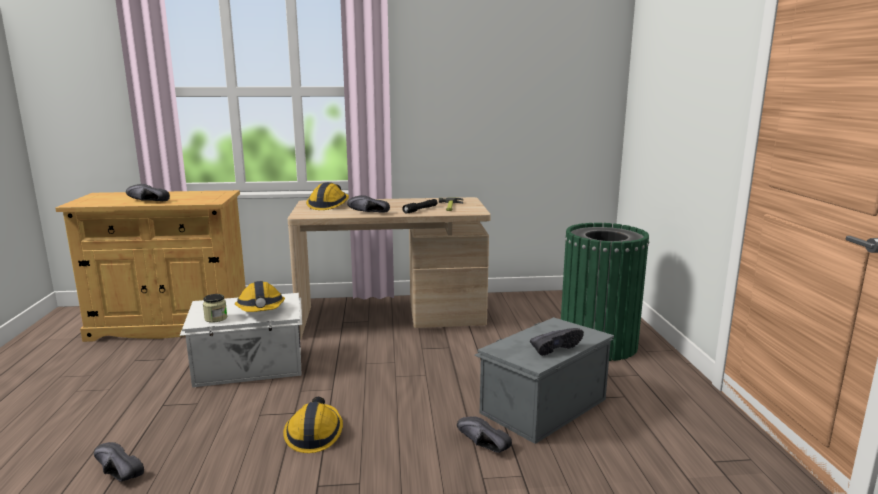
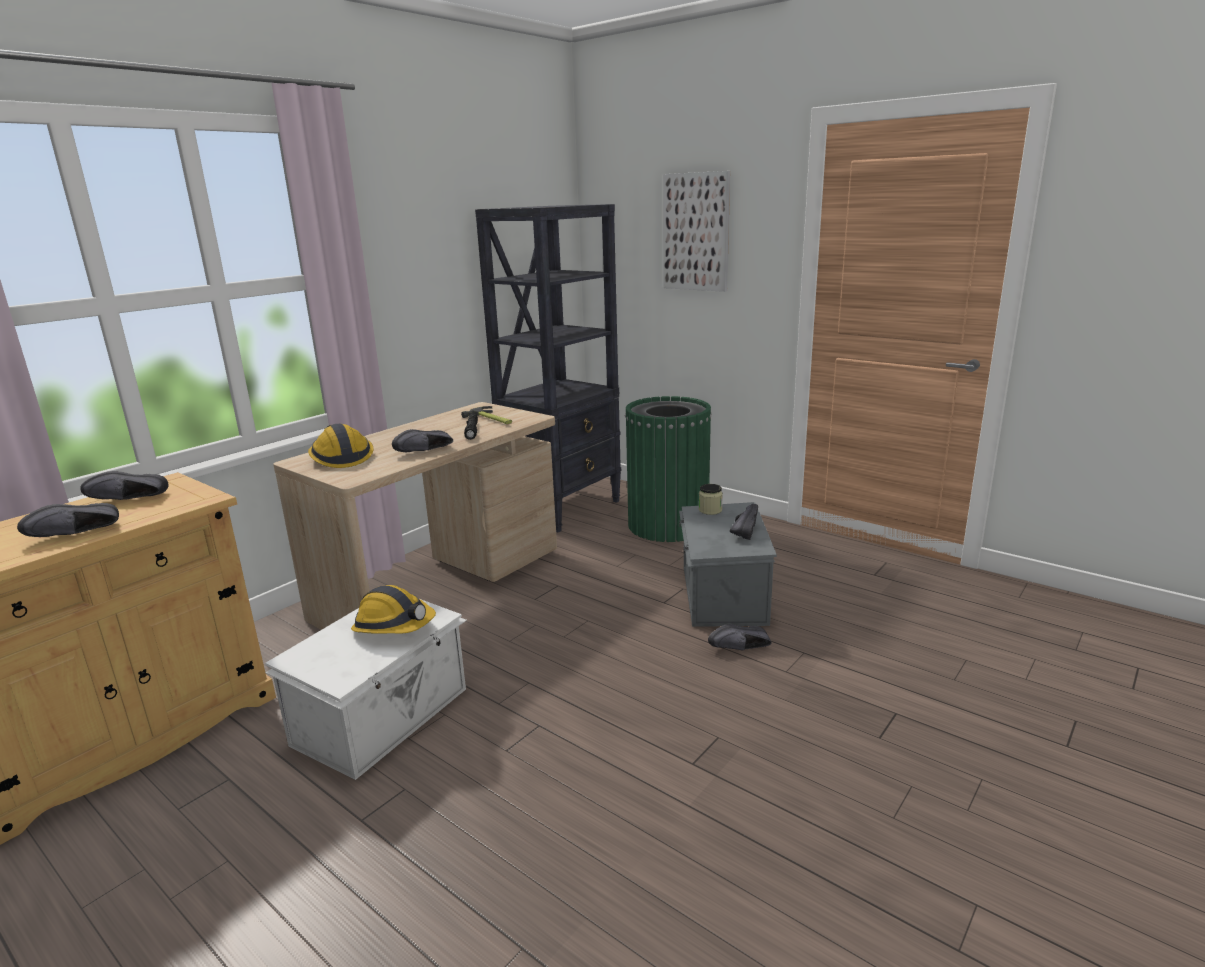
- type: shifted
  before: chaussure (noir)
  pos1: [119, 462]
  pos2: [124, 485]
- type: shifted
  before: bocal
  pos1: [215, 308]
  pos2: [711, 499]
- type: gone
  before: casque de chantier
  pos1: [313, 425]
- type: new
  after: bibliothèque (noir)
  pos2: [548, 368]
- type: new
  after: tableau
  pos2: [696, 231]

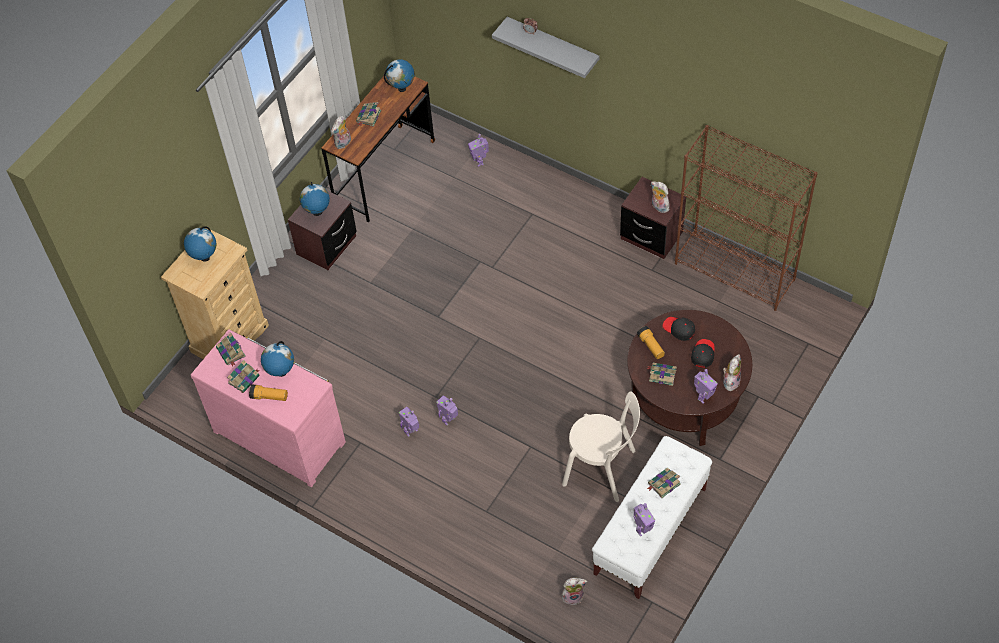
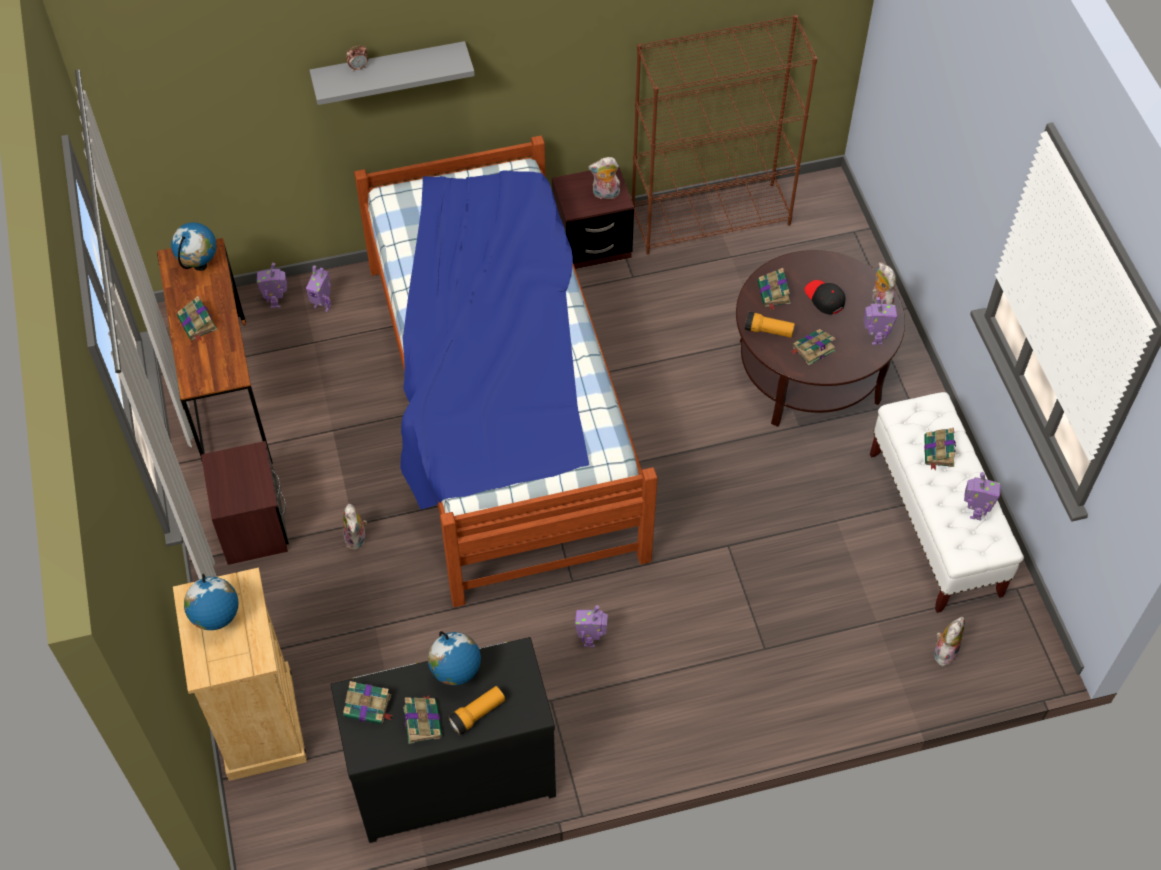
- type: repainted
  before: commode (rose)
  after: commode (noir)
  pos1: [268, 408]
  pos2: [443, 740]
- type: gone
  before: globe
  pos1: [315, 199]
- type: shifted
  before: peluche
  pos1: [341, 132]
  pos2: [355, 527]
- type: shifted
  before: robot jouet
  pos1: [447, 411]
  pos2: [272, 285]
- type: gone
  before: chaise (beige)
  pos1: [601, 447]
- type: swapped
  before: casquette (noir)
  after: livre
  pos1: [679, 329]
  pos2: [774, 289]
- type: new
  after: lit
  pos2: [506, 371]

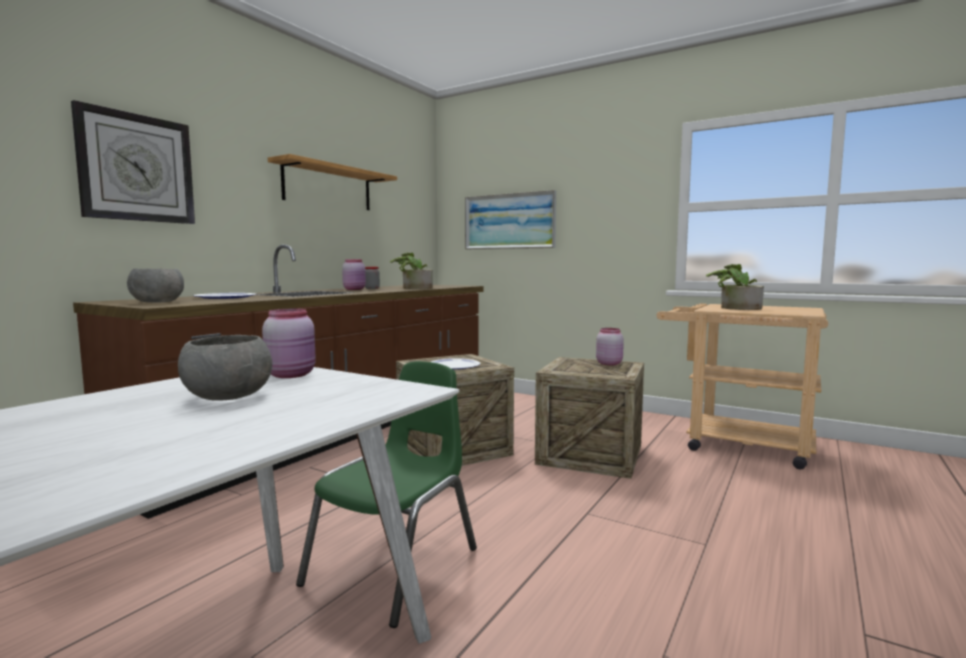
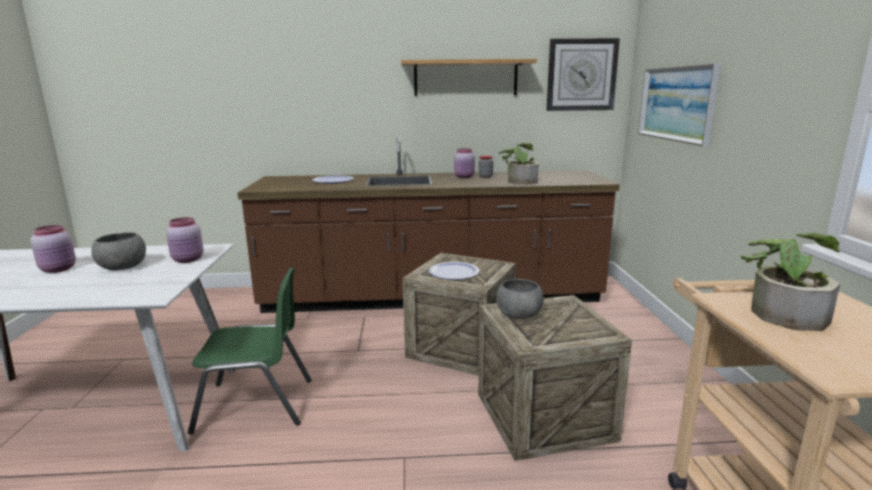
- type: shifted
  before: horloge murale
  pos1: [133, 162]
  pos2: [583, 74]
- type: shifted
  before: bol (gris)
  pos1: [155, 285]
  pos2: [520, 299]
- type: shifted
  before: bocal (rose)
  pos1: [610, 346]
  pos2: [53, 249]

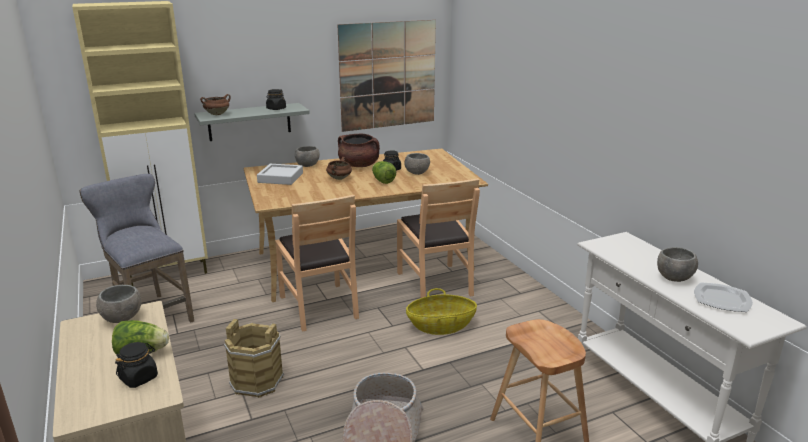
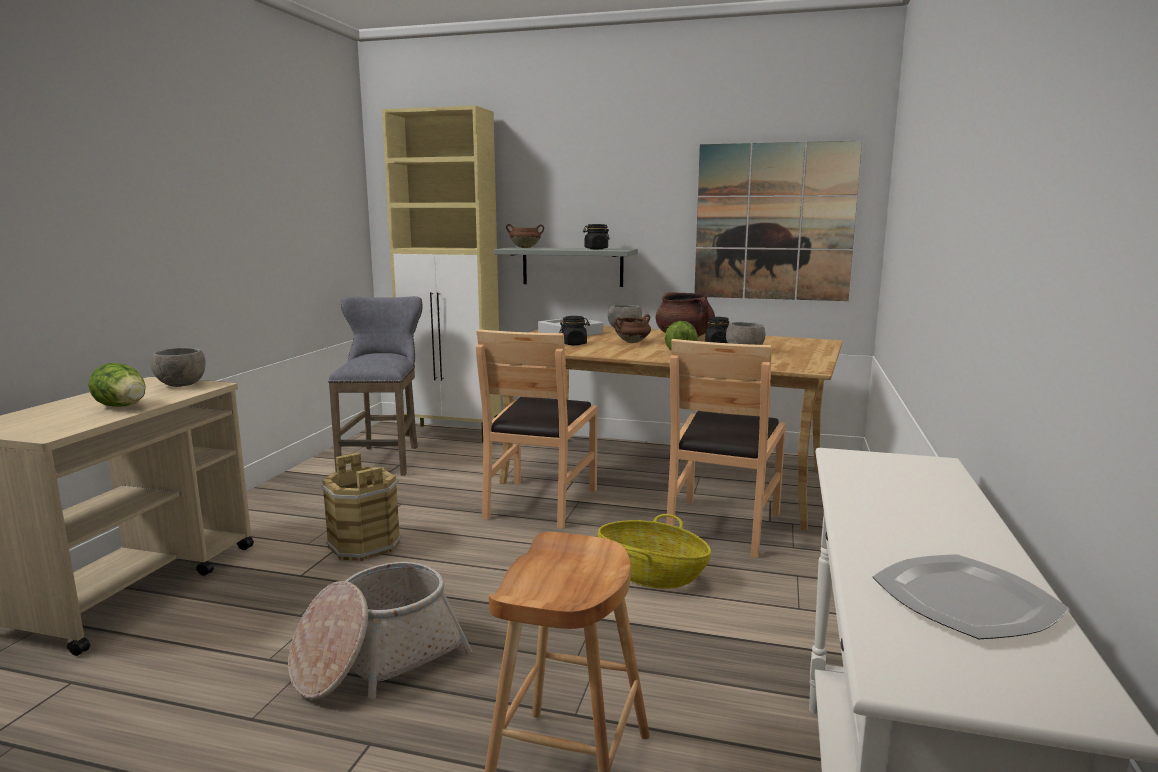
- type: shifted
  before: bocal (noir)
  pos1: [136, 365]
  pos2: [574, 330]
- type: gone
  before: bol (gris)
  pos1: [677, 264]

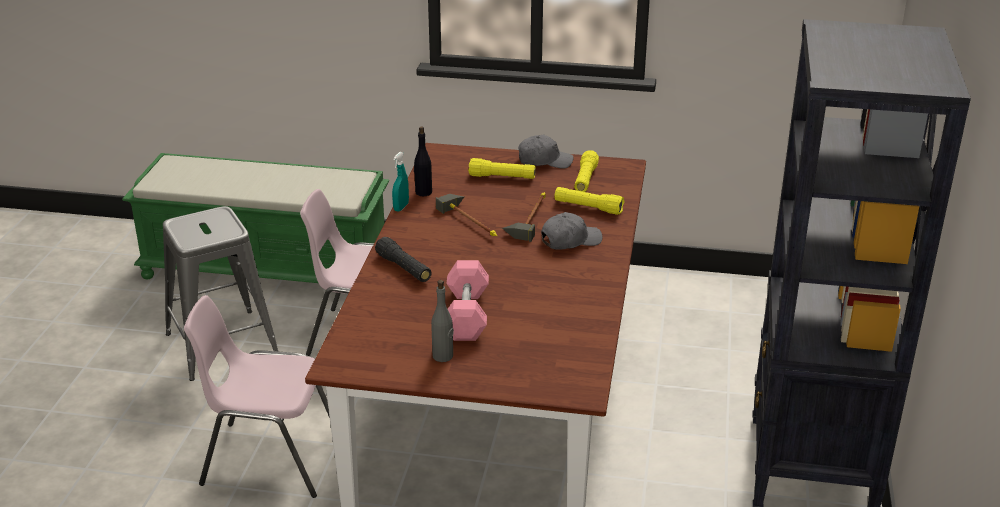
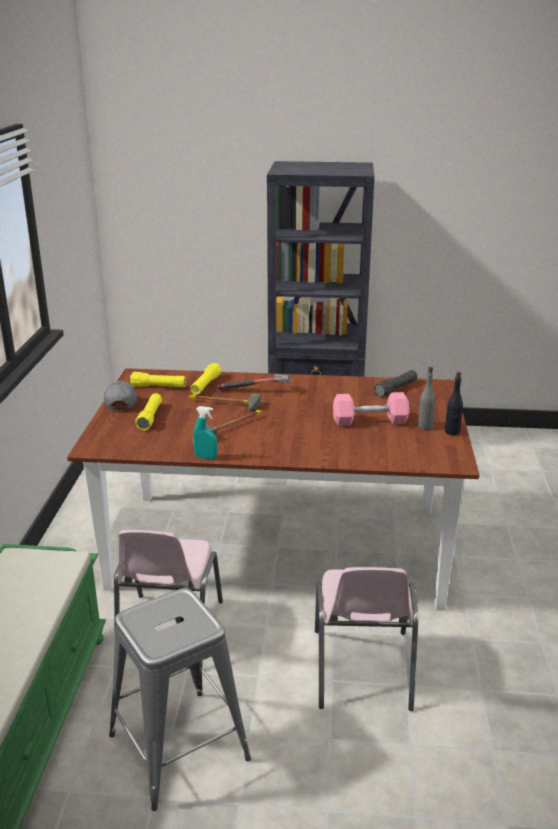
- type: shifted
  before: lampe de poche (noir)
  pos1: [403, 259]
  pos2: [396, 383]
- type: shifted
  before: bouteille (noir)
  pos1: [423, 161]
  pos2: [454, 403]
- type: swapped
  before: casquette (gris)
  after: marteau
  pos1: [572, 231]
  pos2: [254, 382]

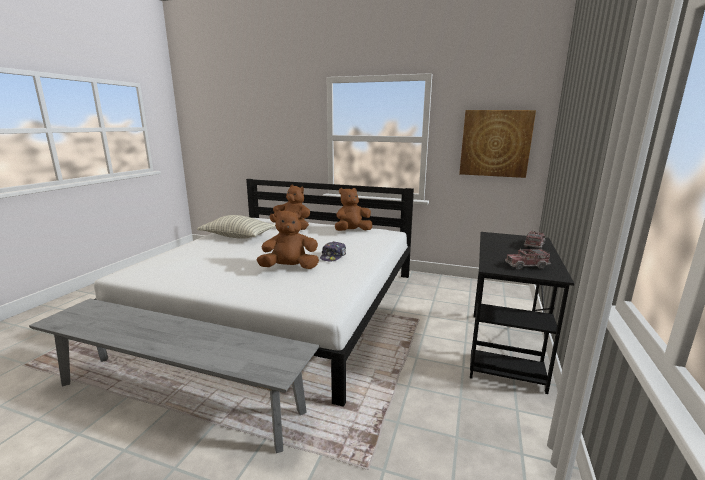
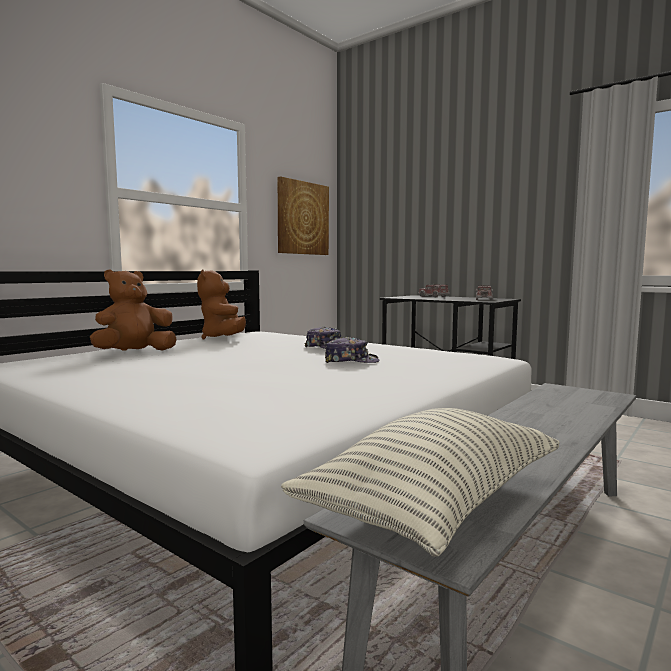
- type: shifted
  before: coussin
  pos1: [236, 227]
  pos2: [420, 482]
- type: swapped
  before: peluche (marron)
  after: casquette
  pos1: [288, 239]
  pos2: [352, 350]

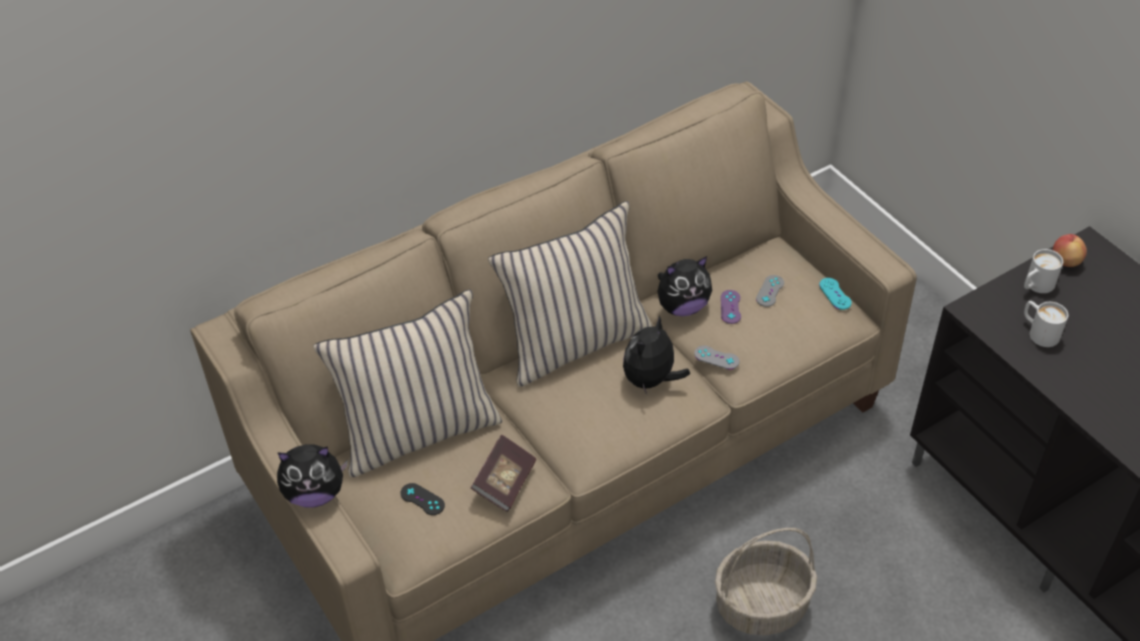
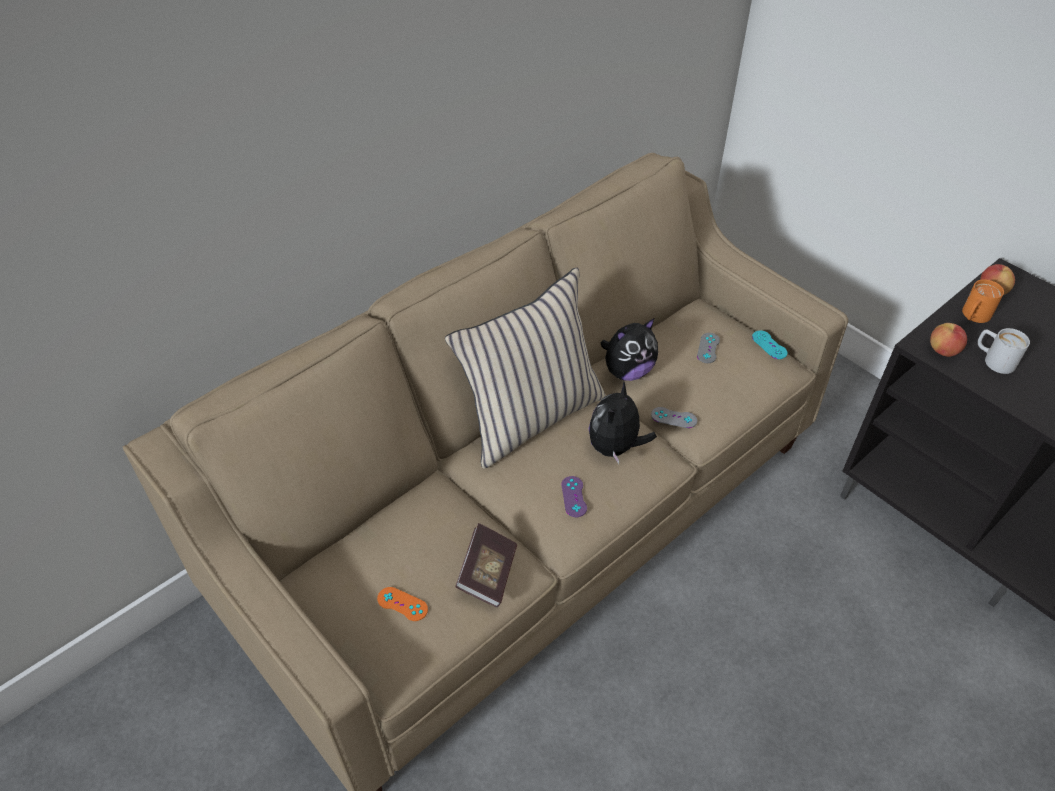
- type: gone
  before: peluche
  pos1: [312, 476]
- type: gone
  before: coussin (beige)
  pos1: [407, 383]
- type: repainted
  before: manette (noir)
  after: manette (orange)
  pos1: [422, 499]
  pos2: [402, 604]
- type: gone
  before: panier
  pos1: [766, 581]
- type: shifted
  before: manette (violet)
  pos1: [731, 307]
  pos2: [574, 496]
- type: repainted
  before: mug (blanc)
  after: mug (orange)
  pos1: [1043, 271]
  pos2: [983, 301]
- type: new
  after: pomme
  pos2: [948, 340]

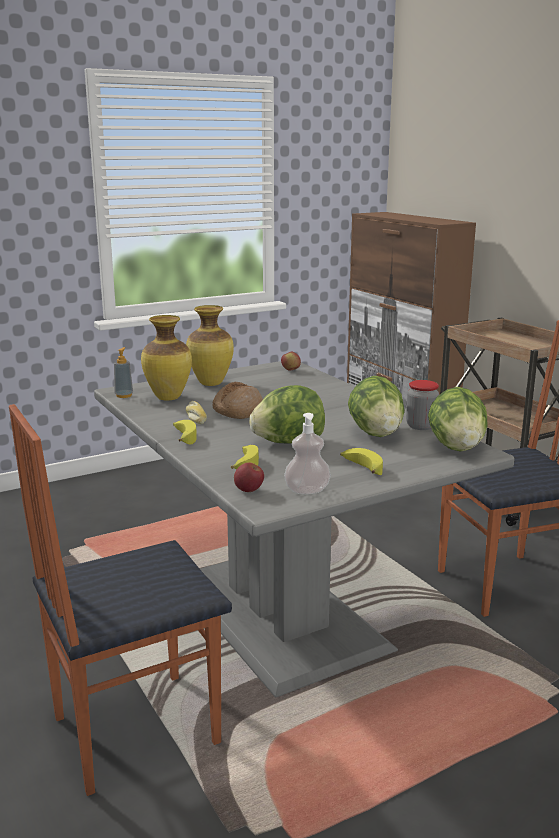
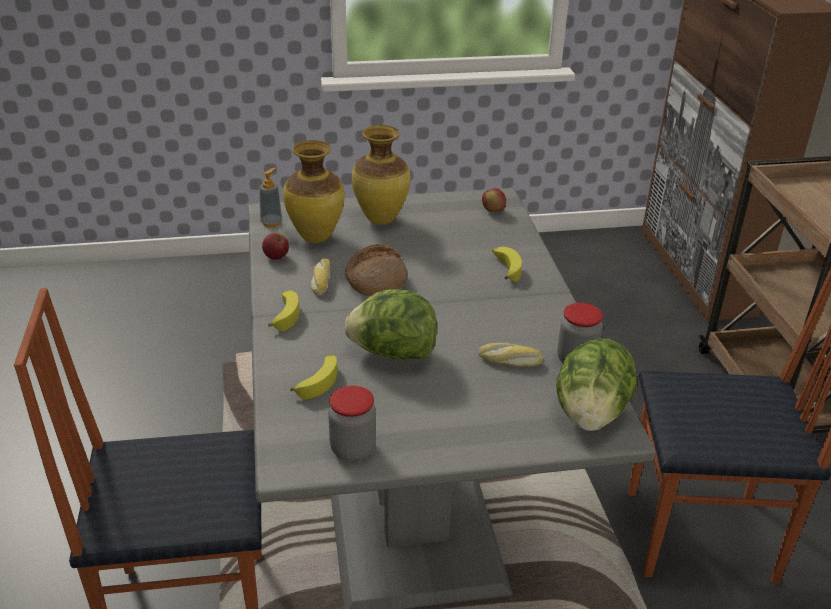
- type: shifted
  before: pomme
  pos1: [249, 477]
  pos2: [275, 246]
- type: swapped
  before: distributeur de savon
  after: bocal
  pos1: [307, 454]
  pos2: [352, 423]
- type: shifted
  before: banane
  pos1: [361, 461]
  pos2: [507, 264]
- type: swapped
  before: laitue
  after: pain
  pos1: [376, 406]
  pos2: [510, 355]

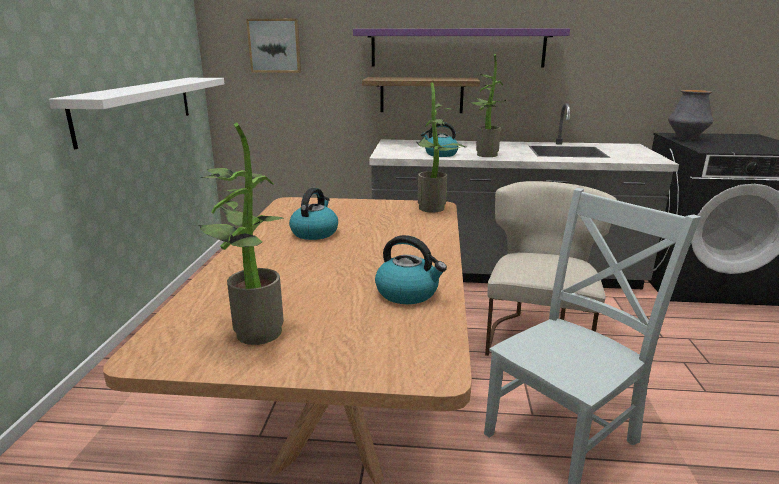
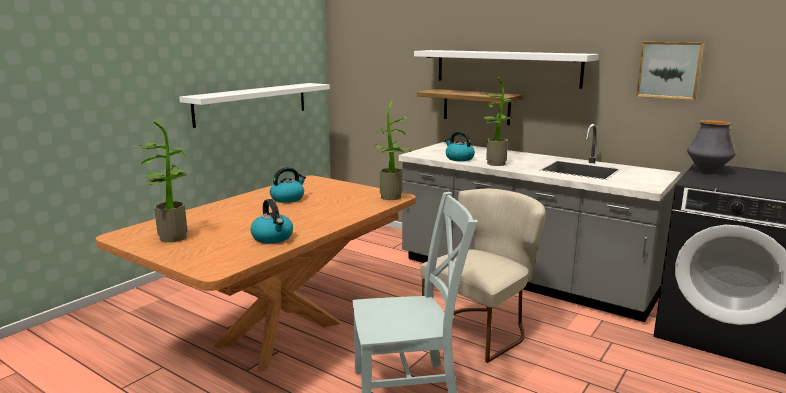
- type: shifted
  before: tableau
  pos1: [273, 46]
  pos2: [670, 71]
- type: repainted
  before: étagère (violet)
  after: étagère (blanc)
  pos1: [461, 47]
  pos2: [506, 69]

